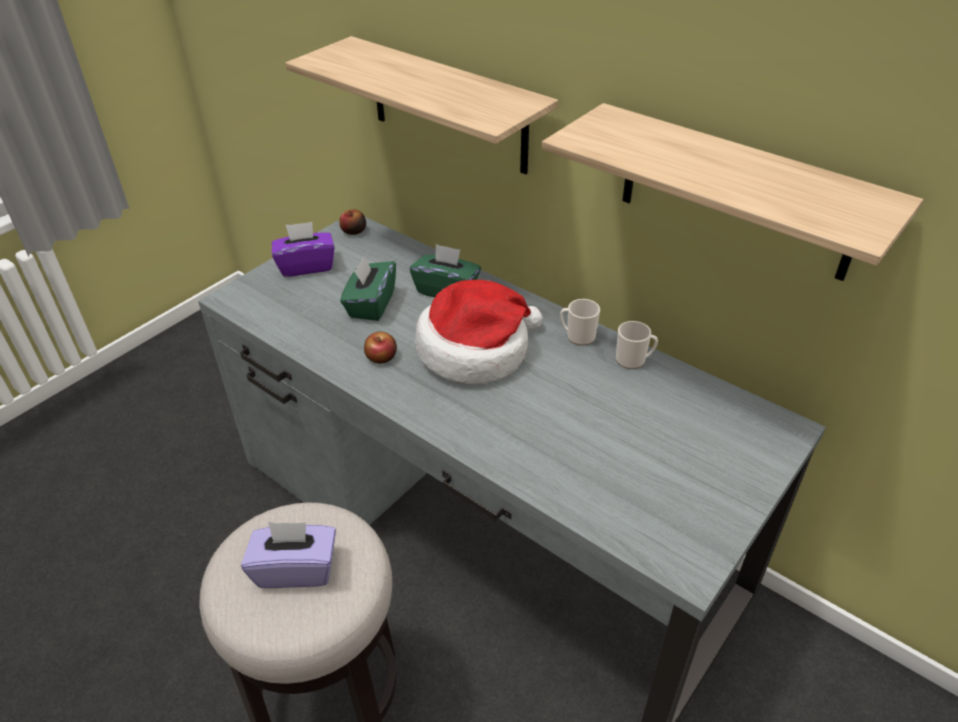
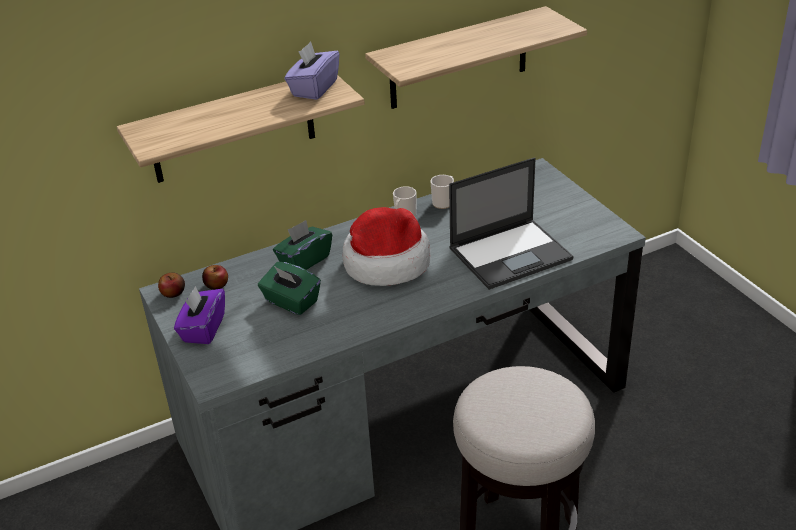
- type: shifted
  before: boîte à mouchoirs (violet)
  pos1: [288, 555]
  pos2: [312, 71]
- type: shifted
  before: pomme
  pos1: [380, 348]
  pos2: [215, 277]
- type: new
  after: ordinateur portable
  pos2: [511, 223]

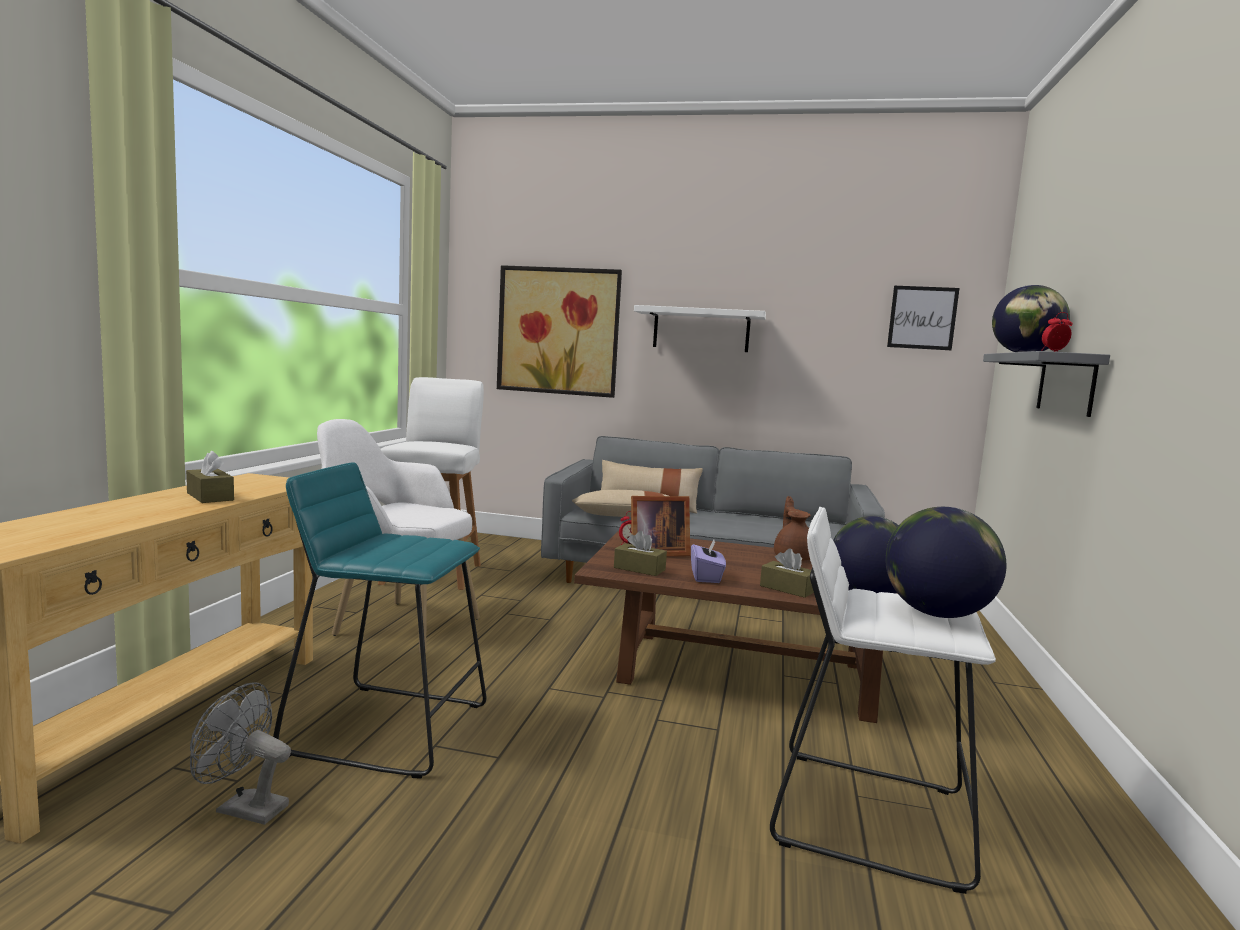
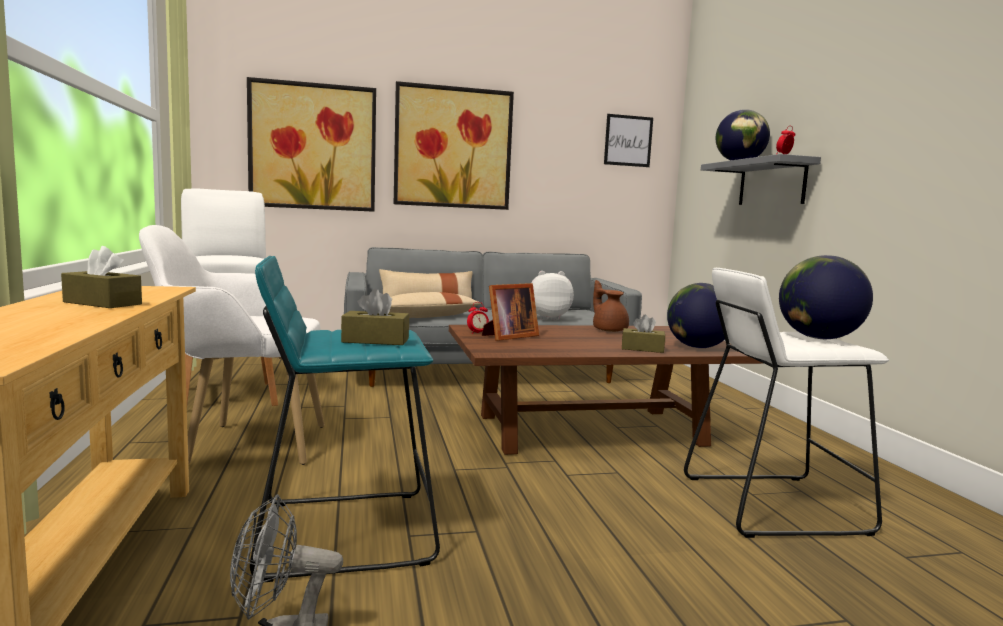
- type: shifted
  before: boîte à mouchoirs (marron)
  pos1: [640, 553]
  pos2: [375, 317]
- type: swapped
  before: étagère (blanc)
  after: tableau
  pos1: [700, 328]
  pos2: [454, 145]
- type: gone
  before: boîte à mouchoirs (violet)
  pos1: [708, 561]
- type: new
  after: peluche
  pos2: [552, 295]

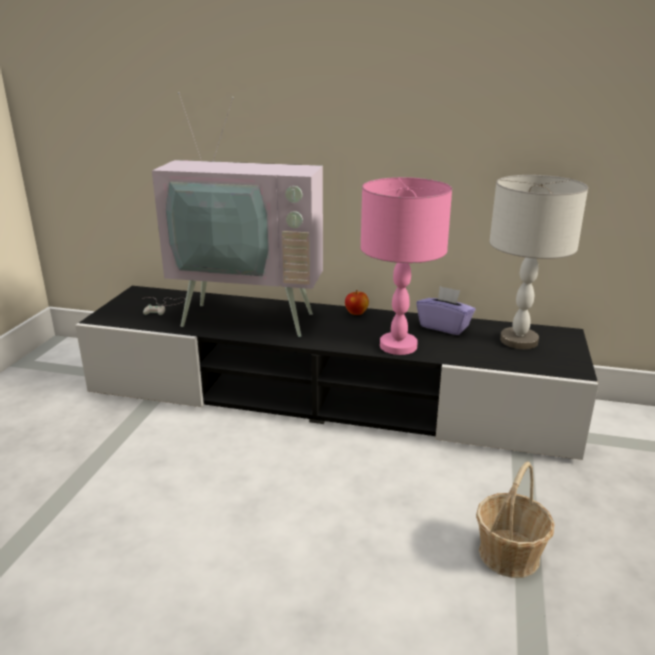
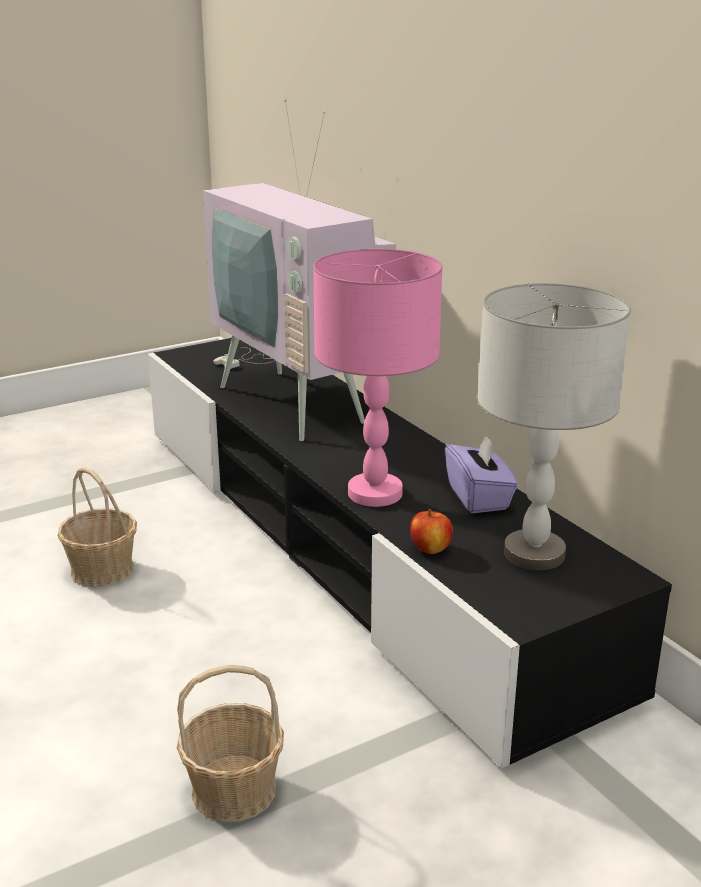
- type: shifted
  before: pomme
  pos1: [357, 302]
  pos2: [431, 531]
- type: new
  after: panier
  pos2: [97, 527]

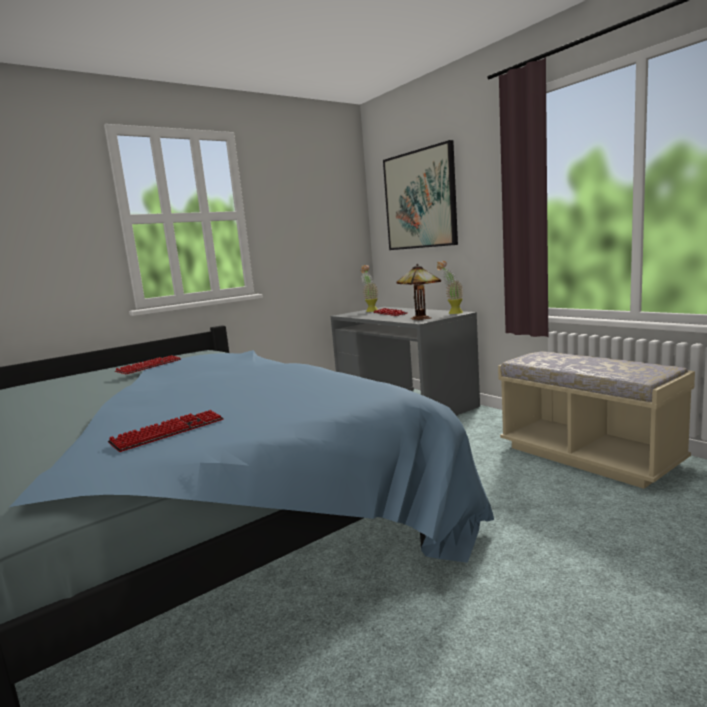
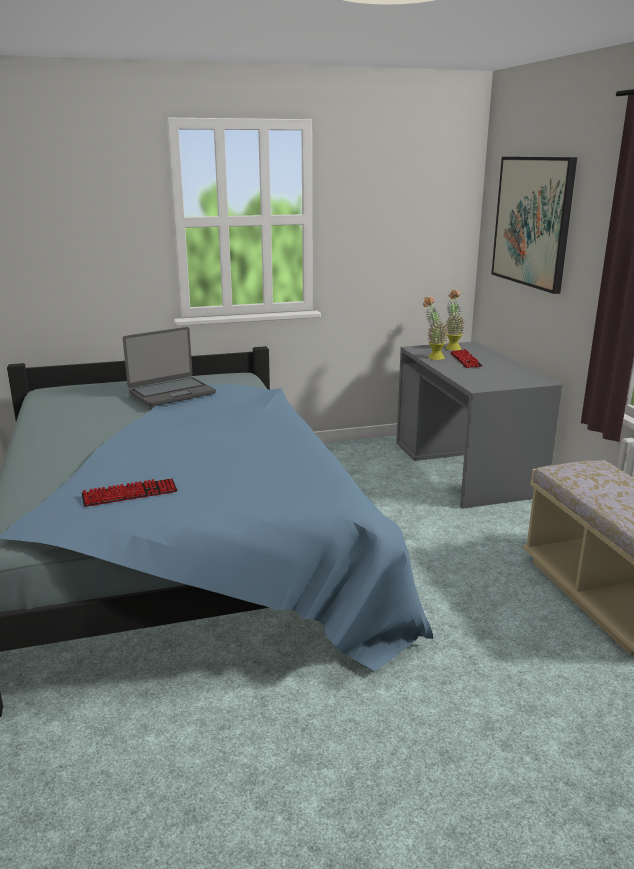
- type: swapped
  before: clavier
  after: ordinateur portable
  pos1: [148, 364]
  pos2: [169, 367]
- type: gone
  before: lampe de table
  pos1: [418, 292]
- type: shifted
  before: plante en pot
  pos1: [450, 287]
  pos2: [435, 328]

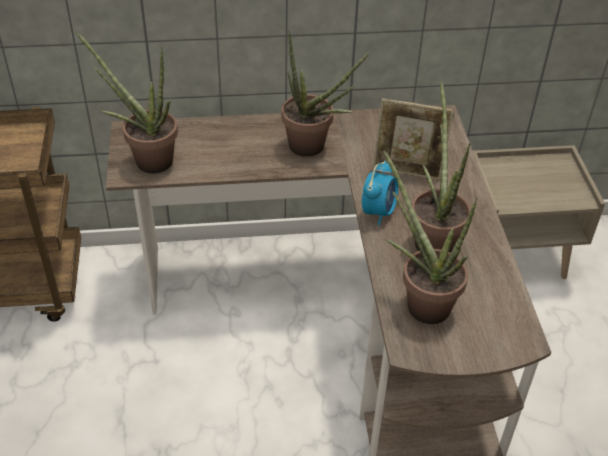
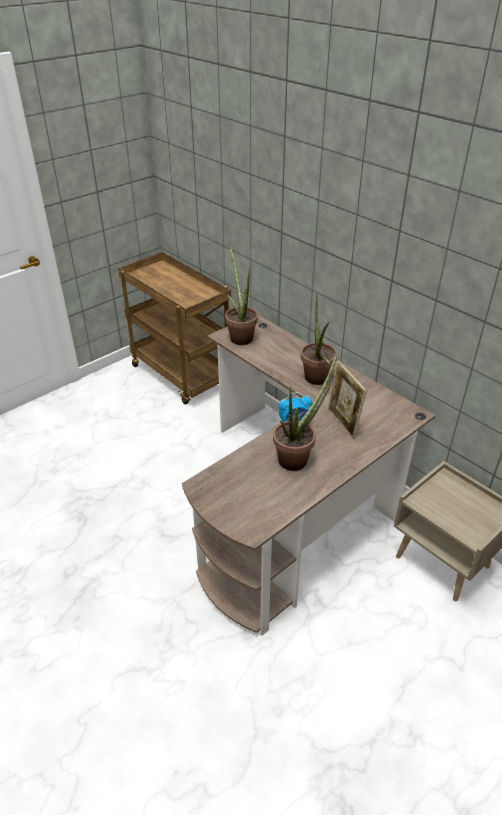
- type: gone
  before: plante en pot
  pos1: [430, 237]

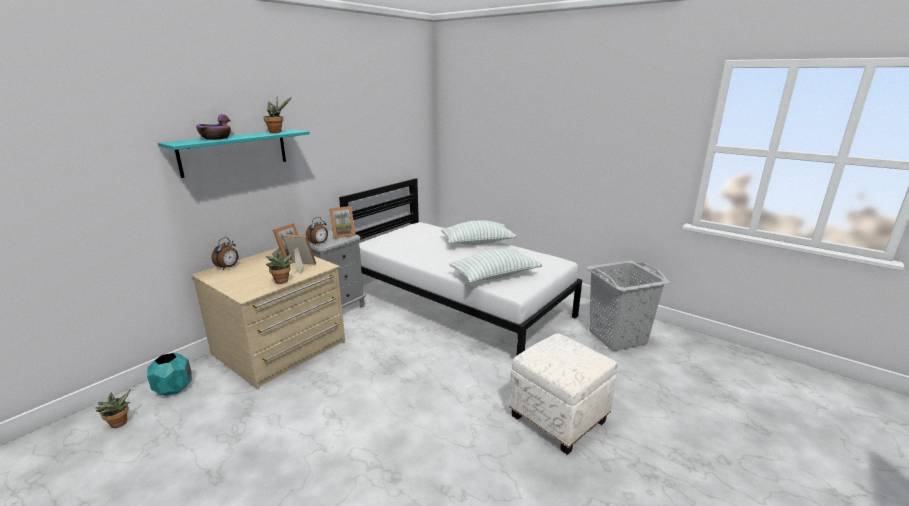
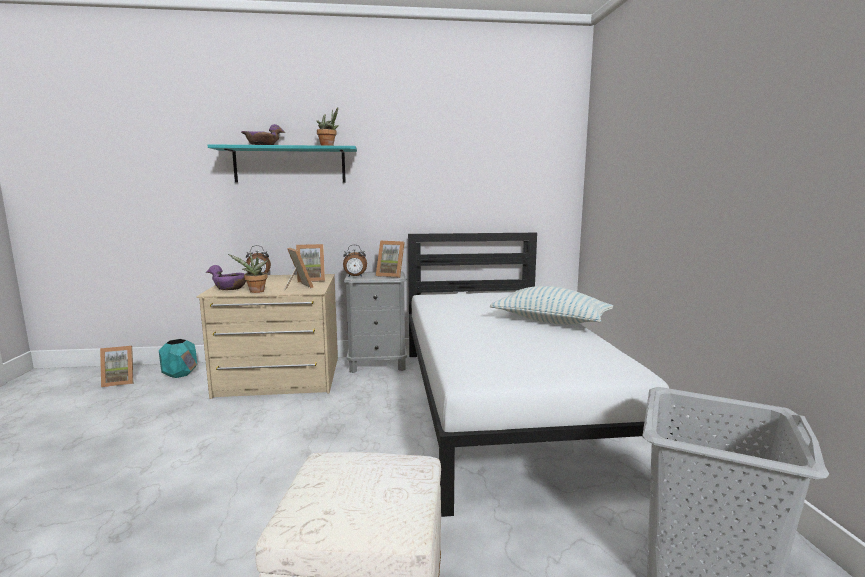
- type: swapped
  before: plante en pot
  after: cadre photo
  pos1: [113, 408]
  pos2: [116, 366]
- type: gone
  before: coussin
  pos1: [495, 266]
- type: new
  after: bol (violet)
  pos2: [225, 277]

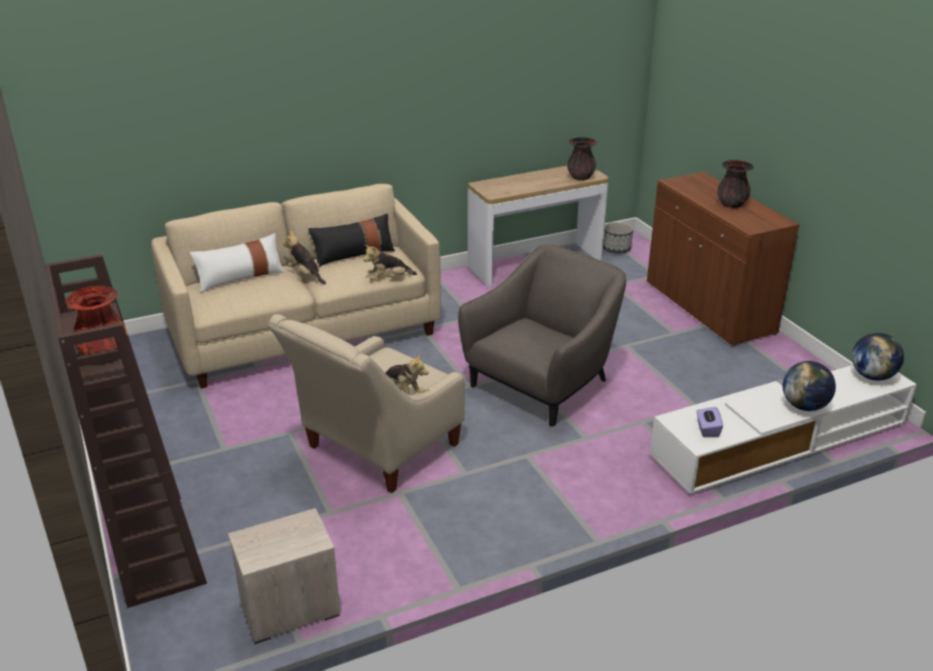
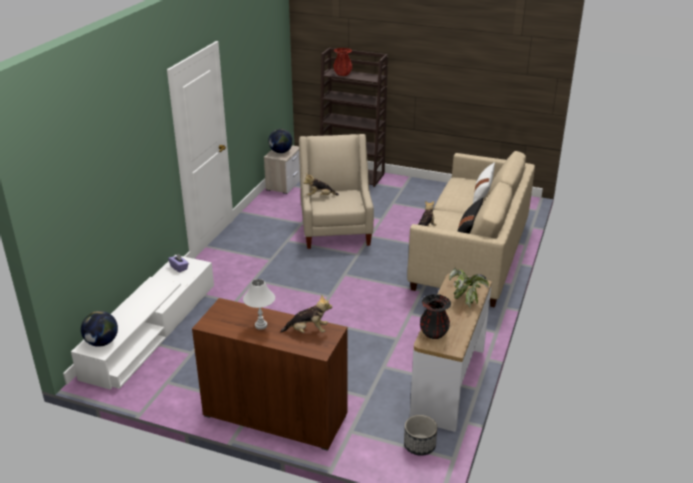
- type: shifted
  before: peluche
  pos1: [304, 258]
  pos2: [306, 314]
- type: gone
  before: fauteuil (gris)
  pos1: [542, 335]
- type: swapped
  before: vase (noir)
  after: lampe de table (blanc)
  pos1: [735, 184]
  pos2: [259, 304]
- type: shifted
  before: globe
  pos1: [809, 386]
  pos2: [280, 141]
- type: new
  after: plante en pot
  pos2: [469, 288]

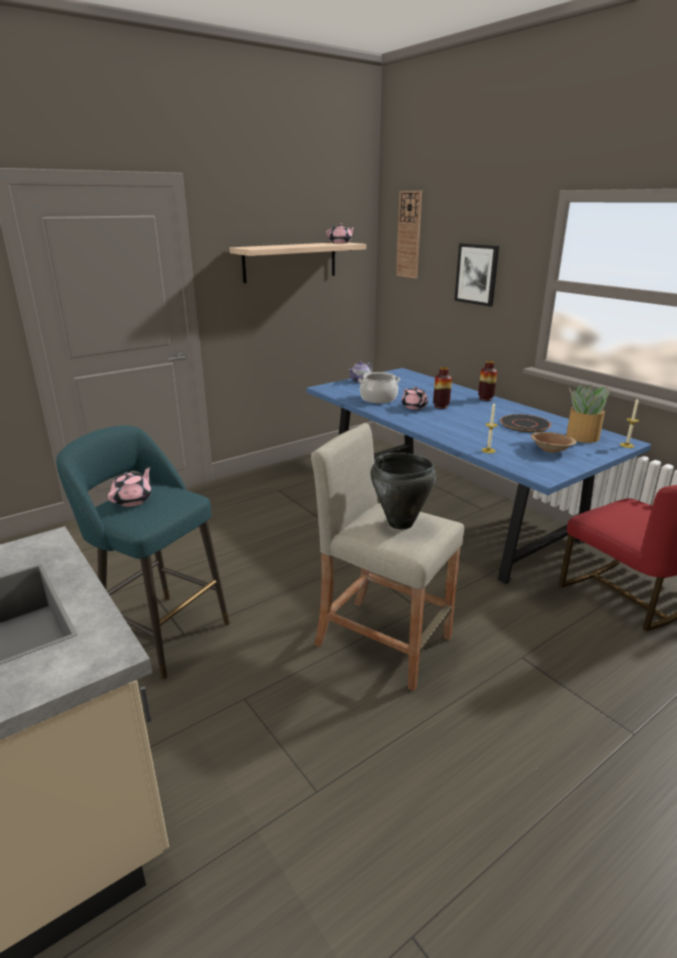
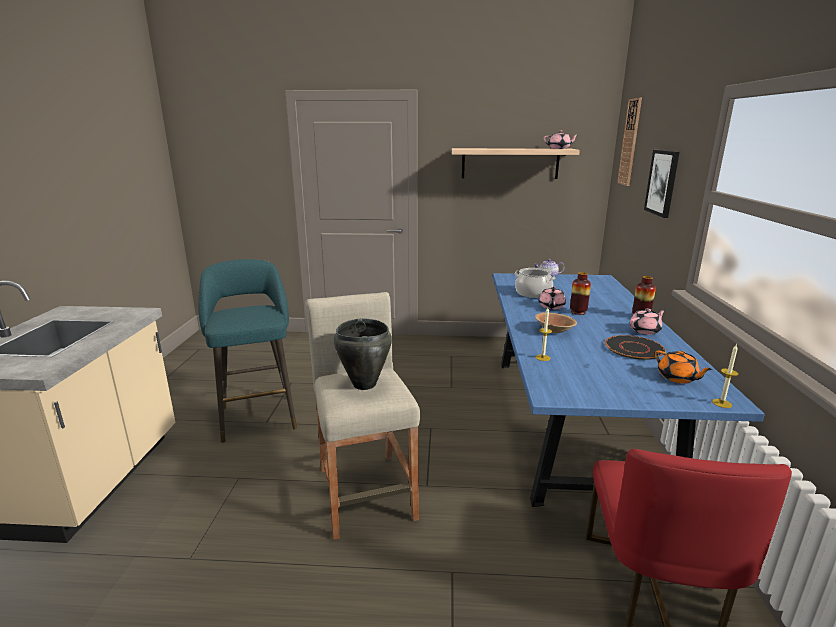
- type: shifted
  before: théière (rose)
  pos1: [130, 486]
  pos2: [647, 321]
- type: shifted
  before: bol (marron)
  pos1: [553, 442]
  pos2: [556, 323]
- type: swapped
  before: plante en pot
  after: théière (orange)
  pos1: [588, 413]
  pos2: [684, 367]

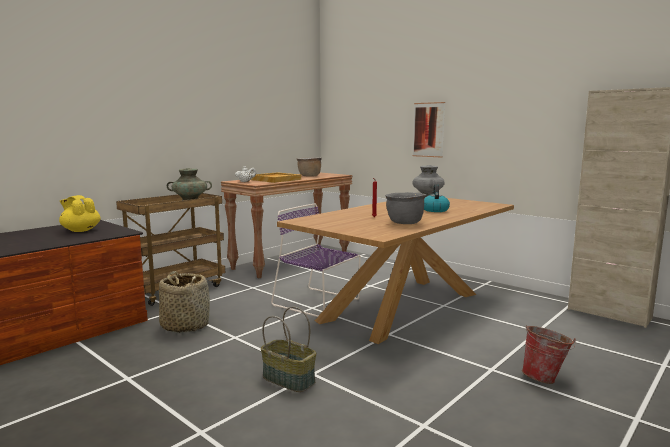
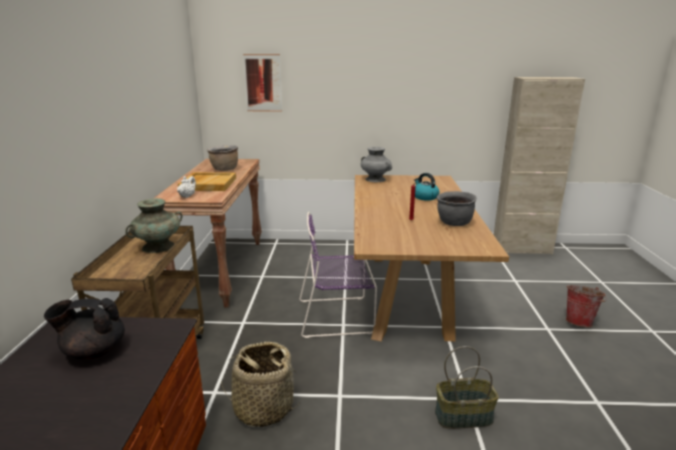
- type: repainted
  before: théière (jaune)
  after: théière (noir)
  pos1: [80, 213]
  pos2: [84, 328]
- type: shifted
  before: tableau
  pos1: [428, 130]
  pos2: [262, 83]

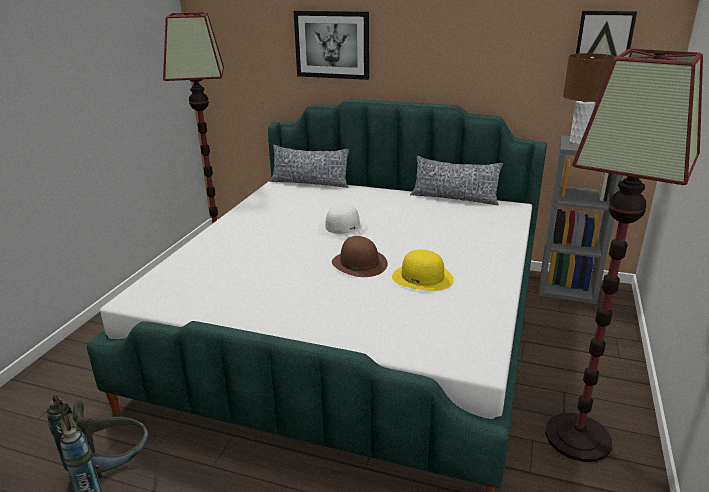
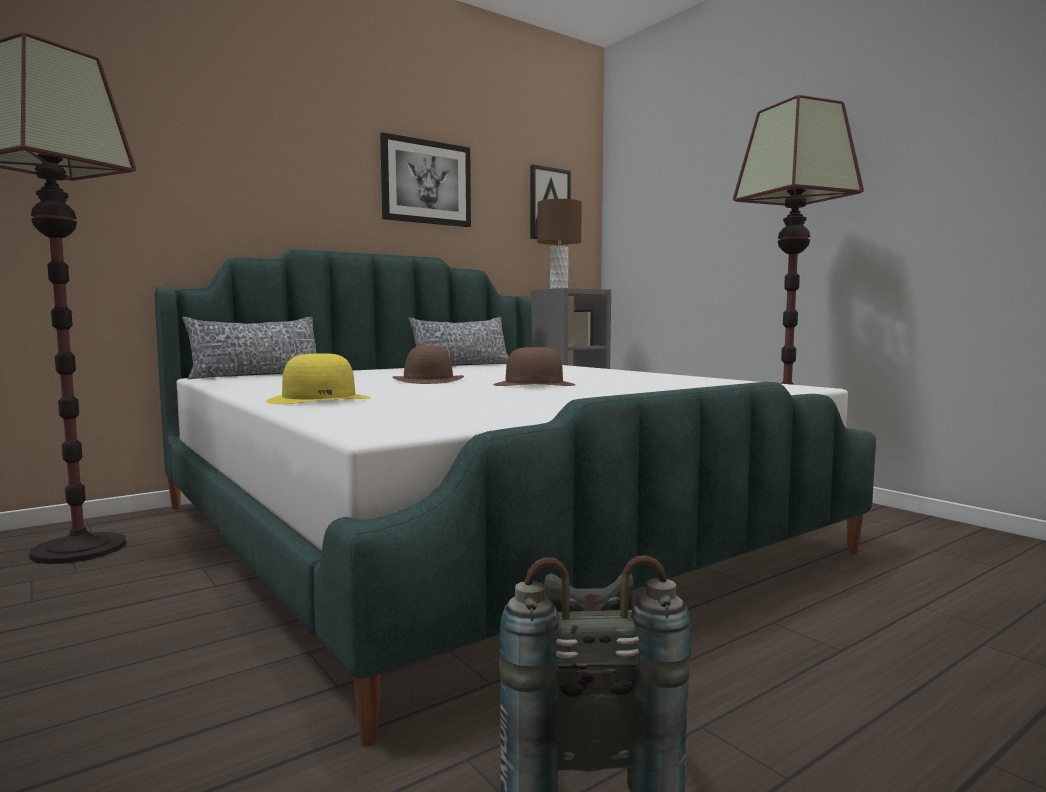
- type: shifted
  before: tableau
  pos1: [331, 45]
  pos2: [425, 179]
- type: repainted
  before: chapeau (blanc)
  after: chapeau (marron)
  pos1: [343, 221]
  pos2: [428, 364]
- type: shifted
  before: chapeau (jaune)
  pos1: [423, 270]
  pos2: [318, 379]

